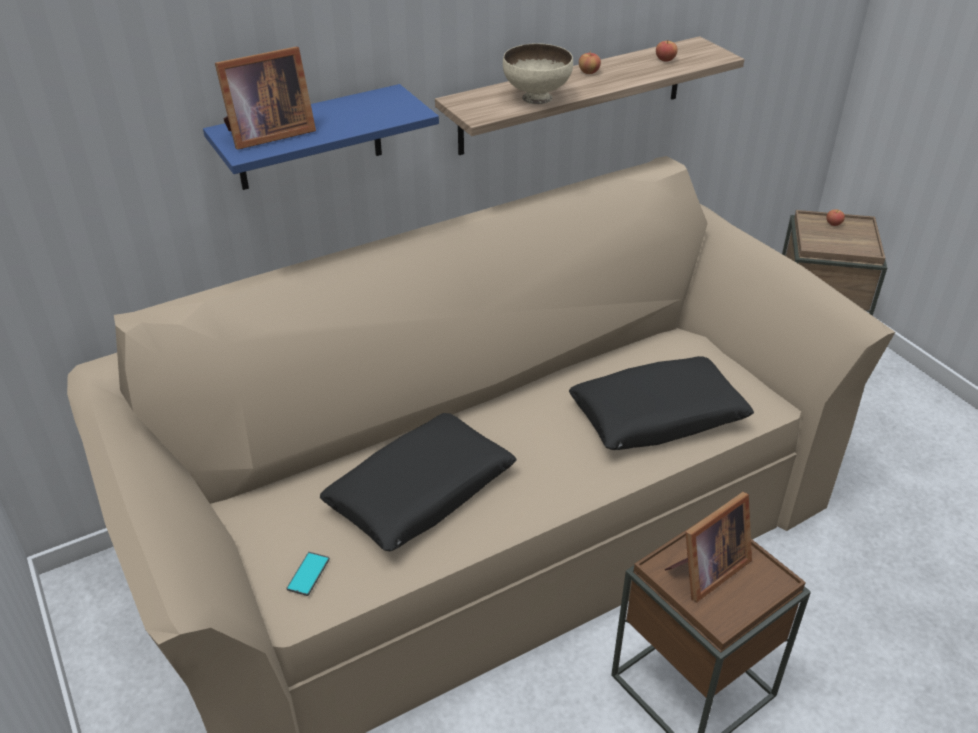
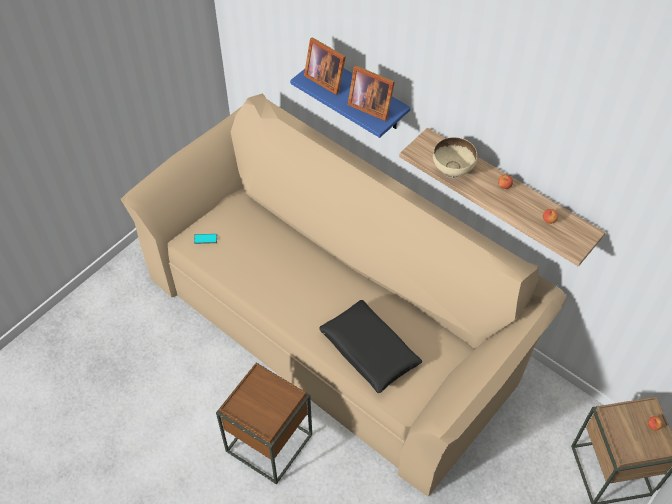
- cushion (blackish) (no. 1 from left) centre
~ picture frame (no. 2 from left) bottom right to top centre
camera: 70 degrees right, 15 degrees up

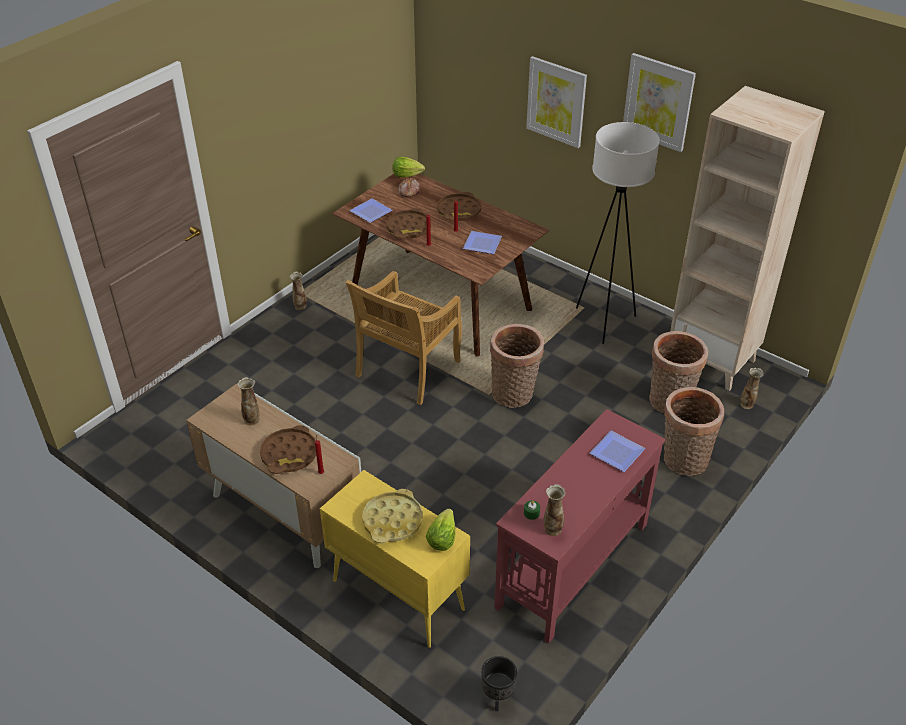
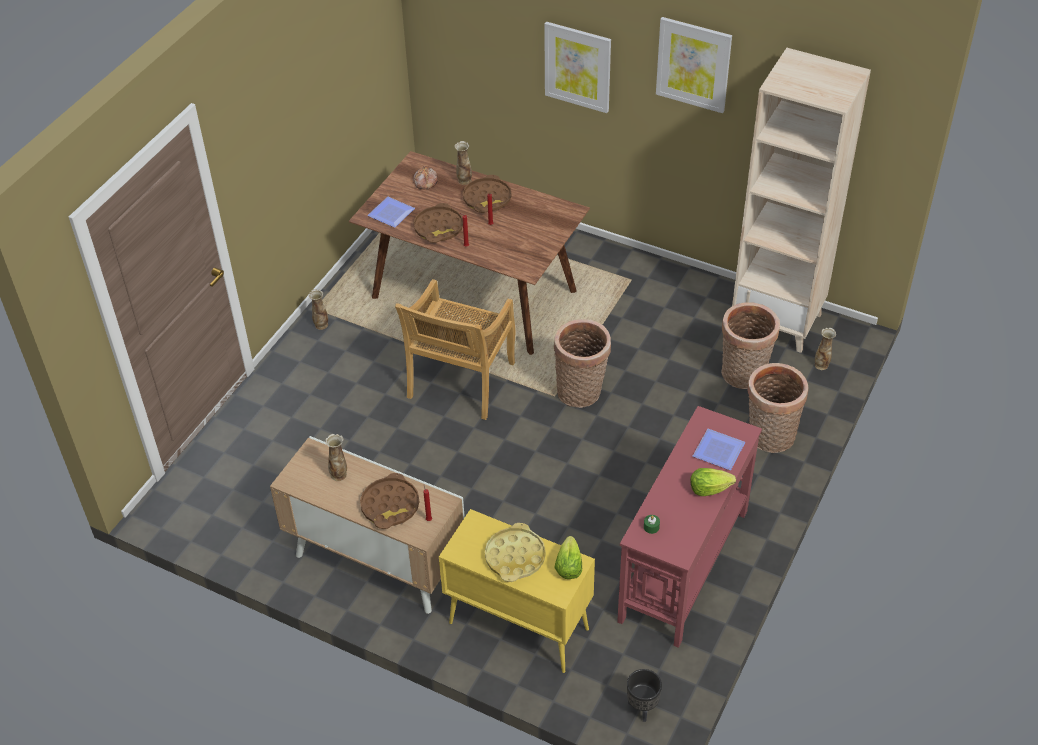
- standard lamp (white) top right
~ lettuce head (no. 1 from left in the first image) top centre to lettuce head (no. 2 from left) middle right
- dinner plate (no. 2 from left) centre
~ decorative vase (no. 3 from left) bottom centre to top centre
camera: 10 degrees left, 5 degrees up

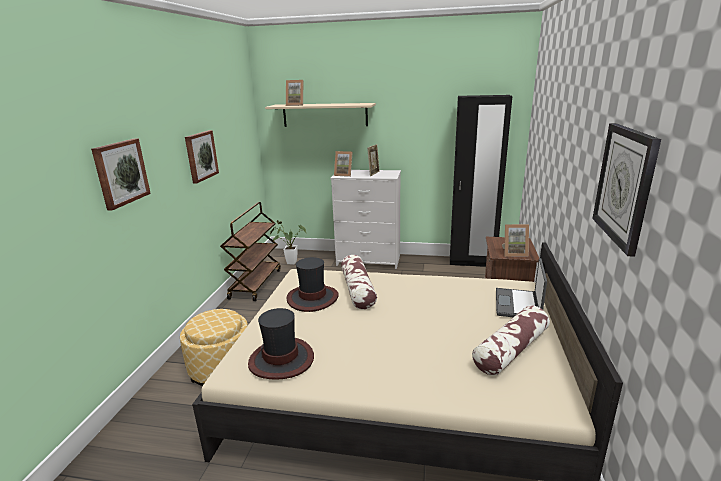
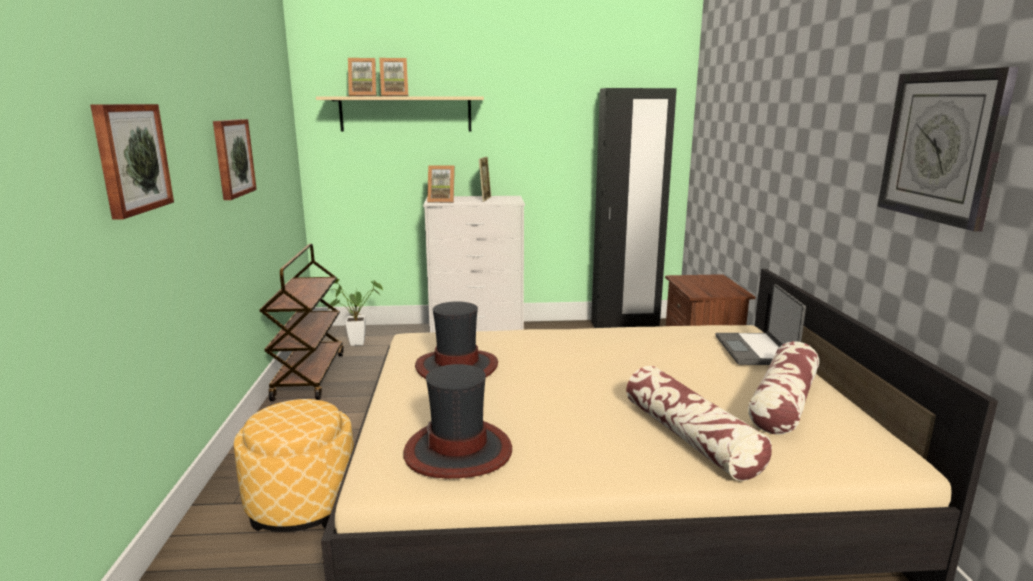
~ picture frame (no. 4 from left in the first image) middle right to picture frame (no. 2 from left) top centre
~ cushion (no. 1 from left) centre to bottom right
camera: 15 degrees left, 5 degrees down

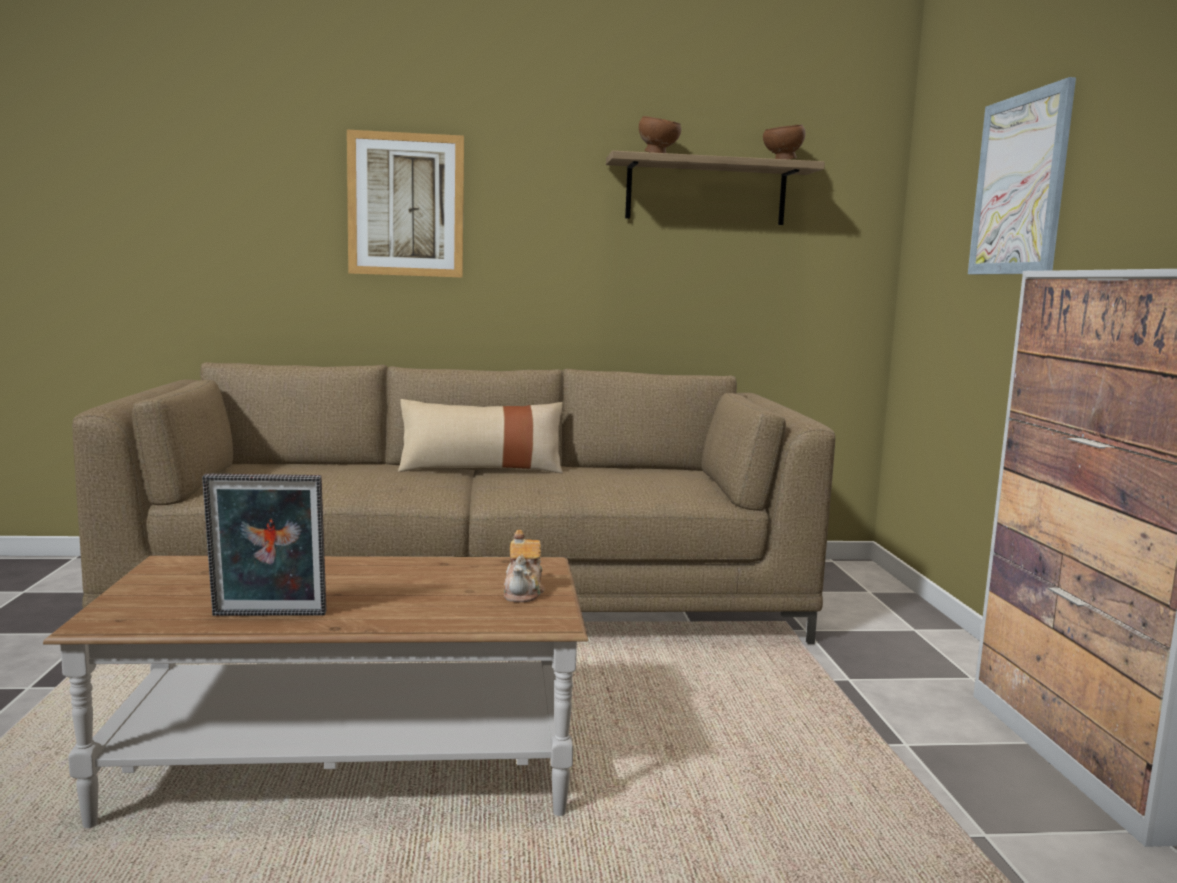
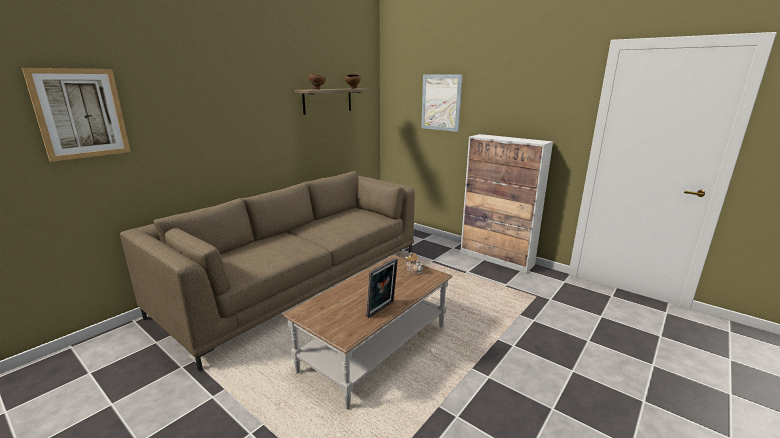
~ picture (no. 1 from left) top centre to top left
- cushion (beige) centre
camera: 45 degrees left, 10 degrees up

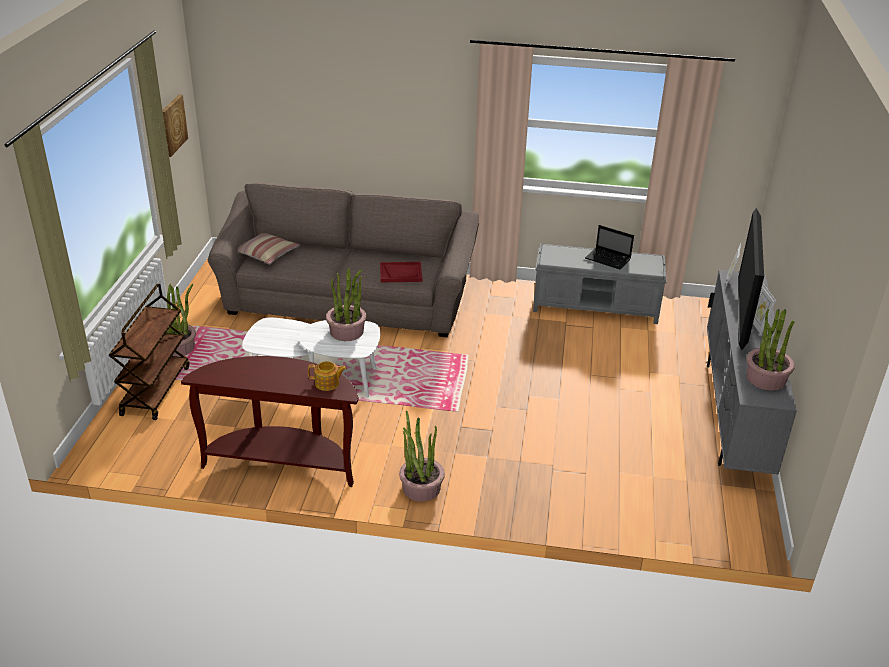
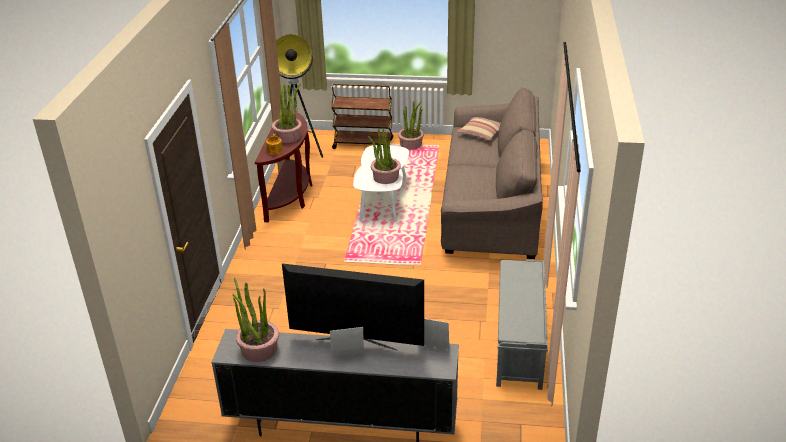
- picture top left
- portable computer middle right
- carrying tray (red) centre
~ potted plant (no. 3 from left in the first image) bottom centre to potted plant (no. 2 from left) top centre
+ standard lamp top centre
camera: 90 degrees right, 0 degrees up

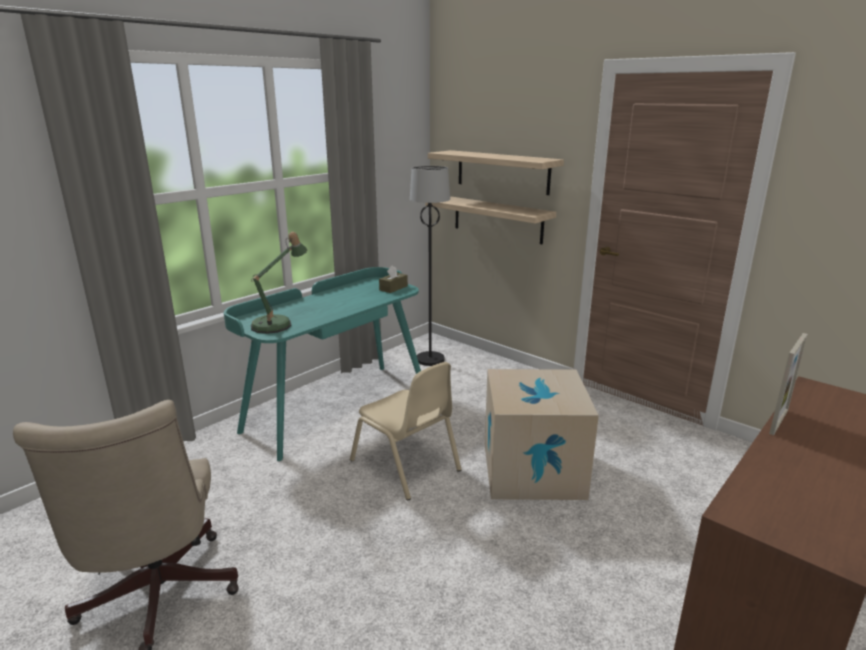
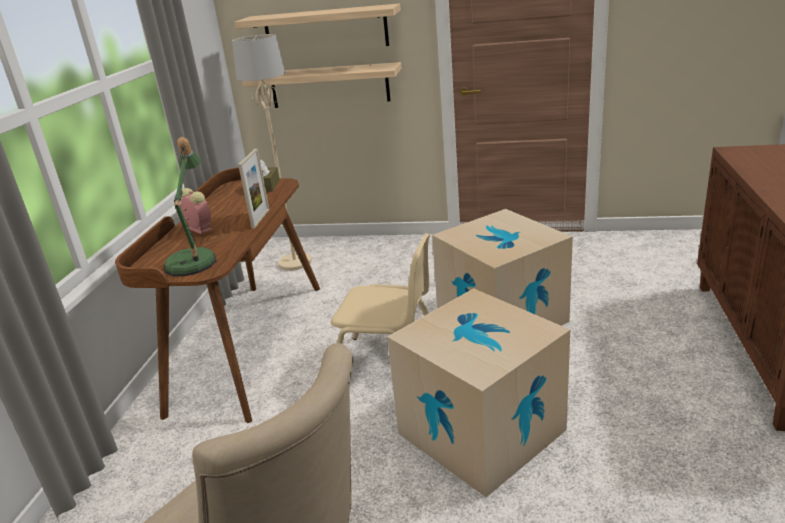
~ standard lamp (blackish) centre to standard lamp (beige) top centre
~ desk (turquoise-coloured) centre to desk (brown) middle left
~ picture frame middle right to middle left
+ table clock middle left
+ carton (no. 1 from left) bottom centre
camera: 30 degrees left, 5 degrees up

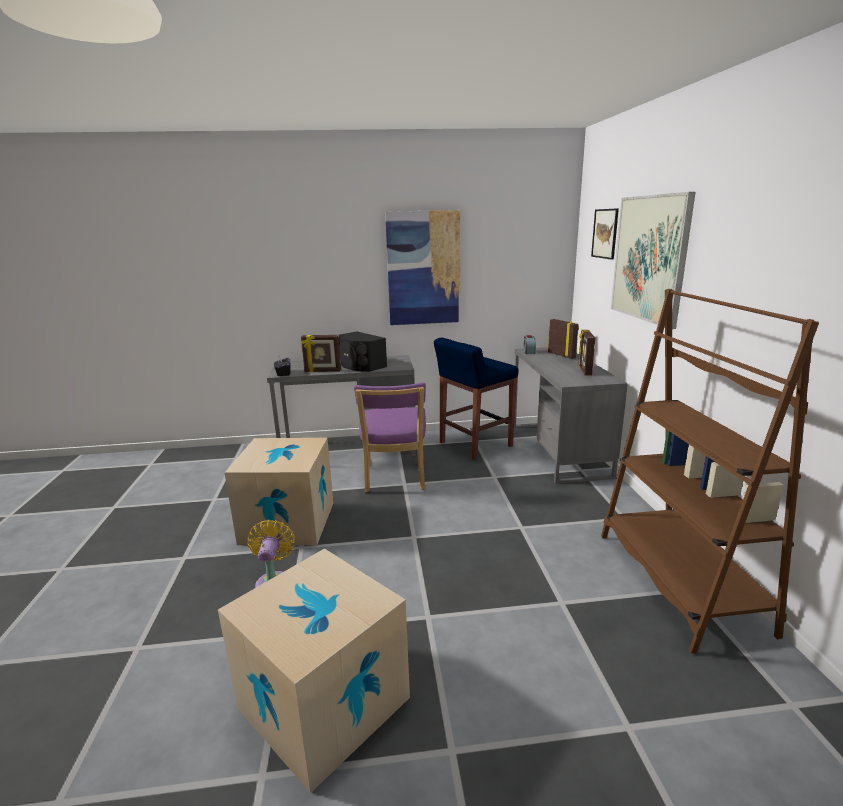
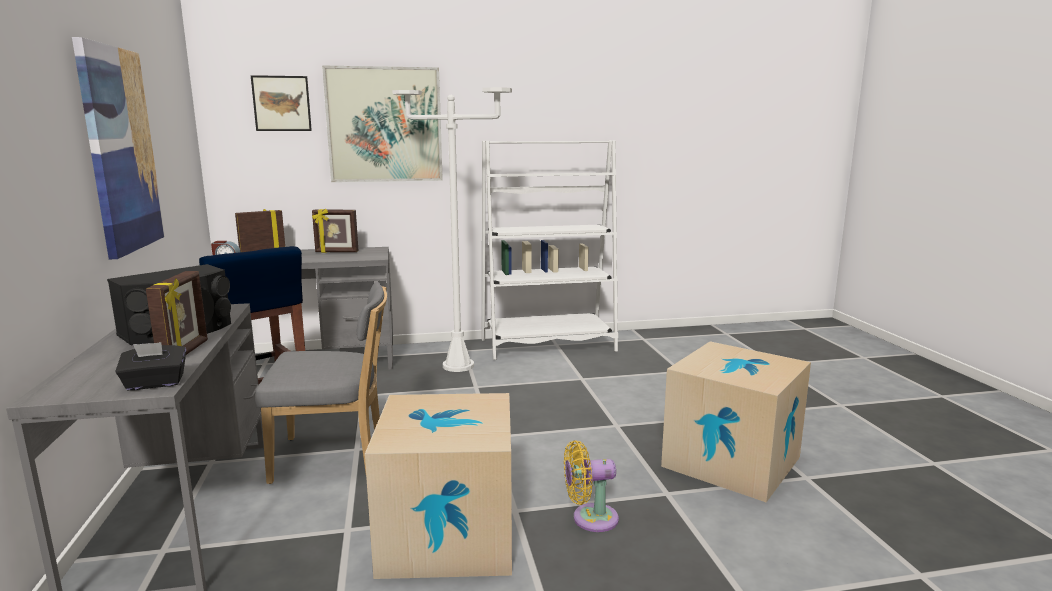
~ bookshelf (brown) middle right to bookshelf (white) centre
~ upright chair (purple-coloured) centre to upright chair (grey) middle left
+ standard lamp (white) centre
camera: 95 degrees left, 5 degrees down

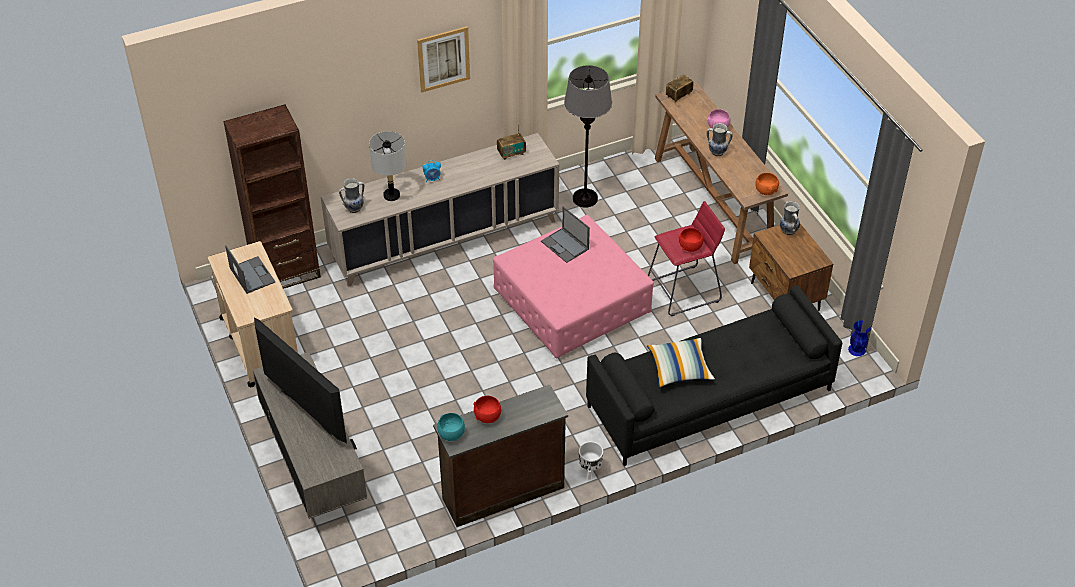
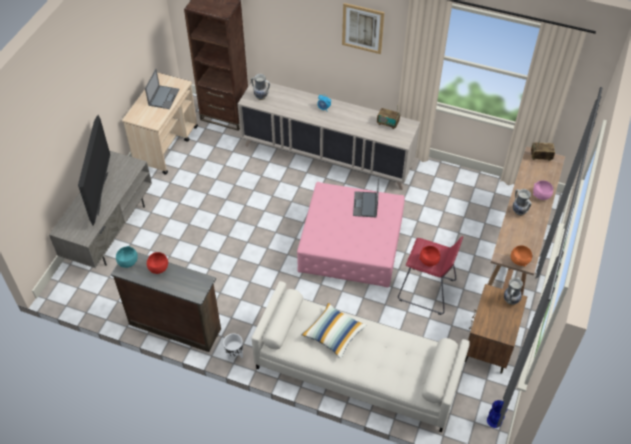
- standard lamp (grey) top centre
- tabletop lamp (grey) top centre
~ sofa (blackish) centre to sofa (beige) bottom centre
camera: 45 degrees right, 5 degrees up

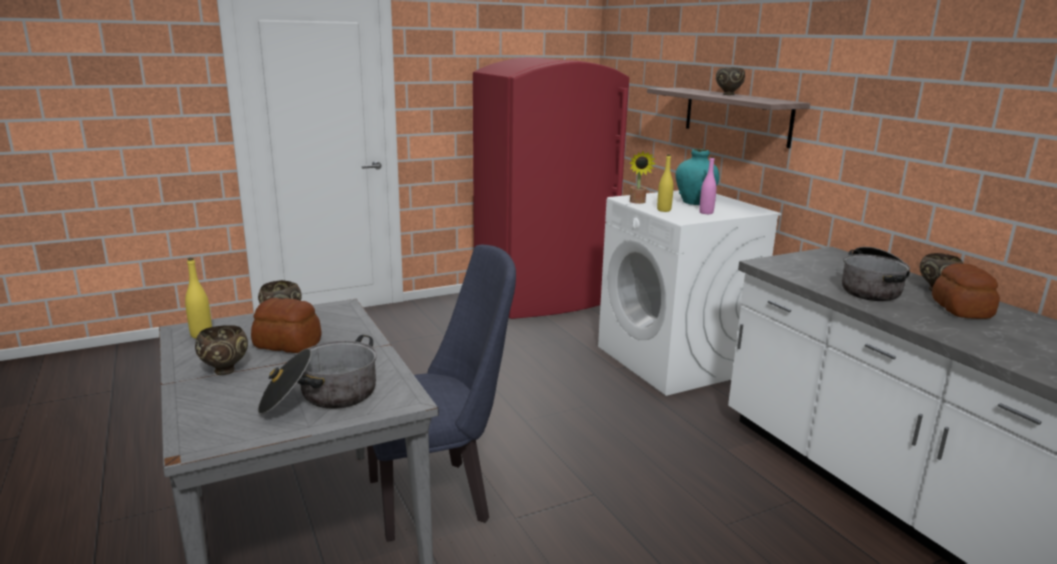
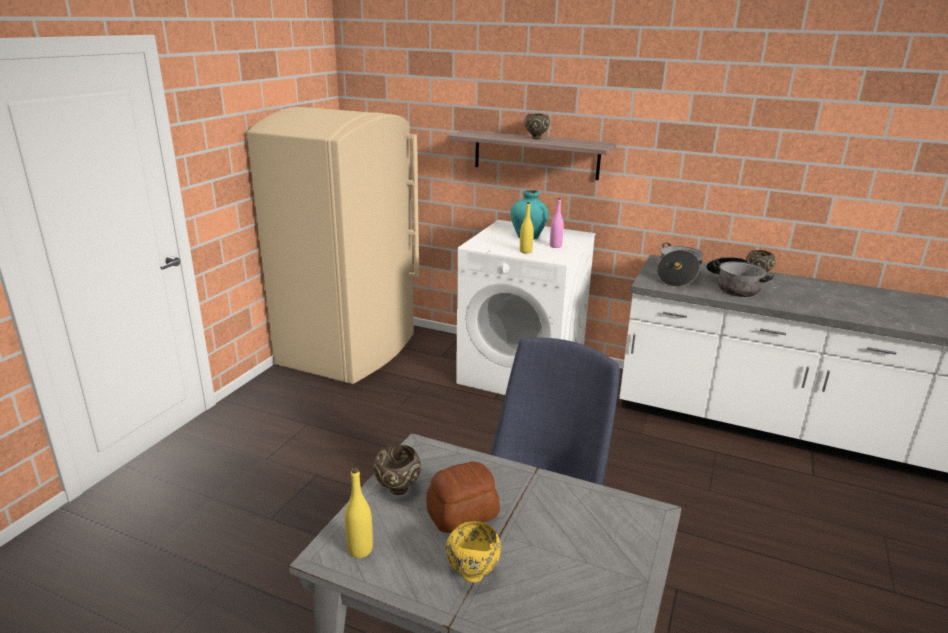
~ fridge (red) centre to fridge (beige) centre
- potted plant top centre
- bakery bread (no. 2 from left) middle right
~ deep dish (brown) (no. 1 from left) middle left to deep dish (yellowish) bottom centre
~ stockpot (no. 1 from left) middle left to middle right
camera: 40 degrees left, 5 degrees up

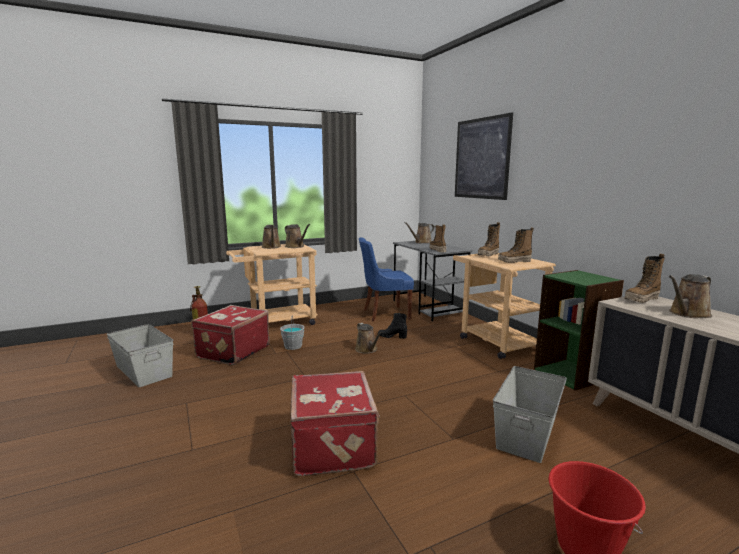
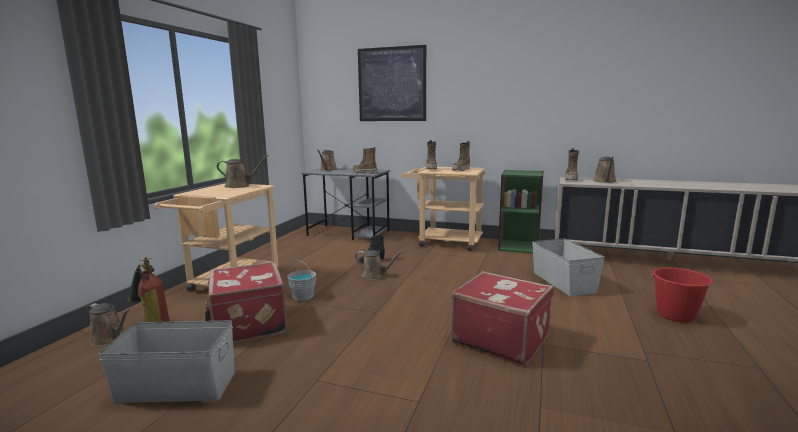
~ watering can (brown) (no. 1 from left) centre to bottom left
- upright chair (blue-coloured) centre
camera: 45 degrees left, 0 degrees up

